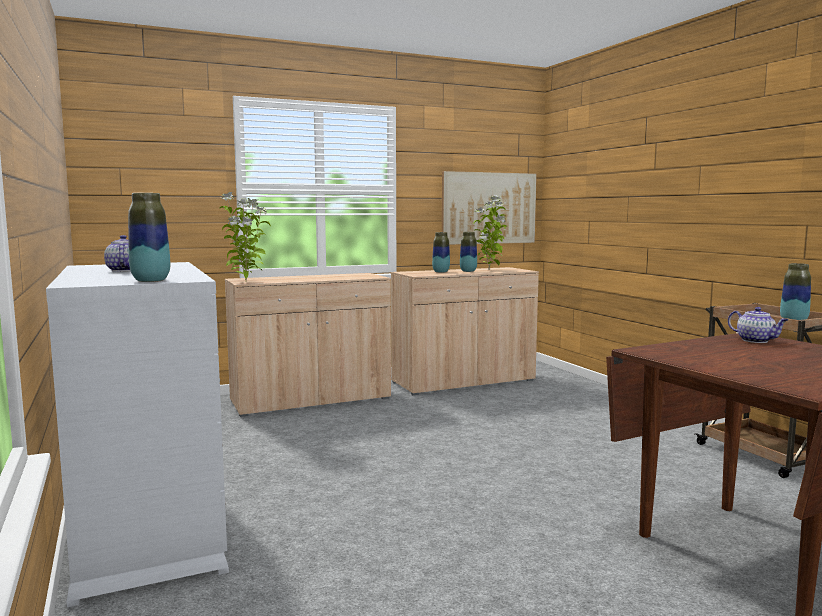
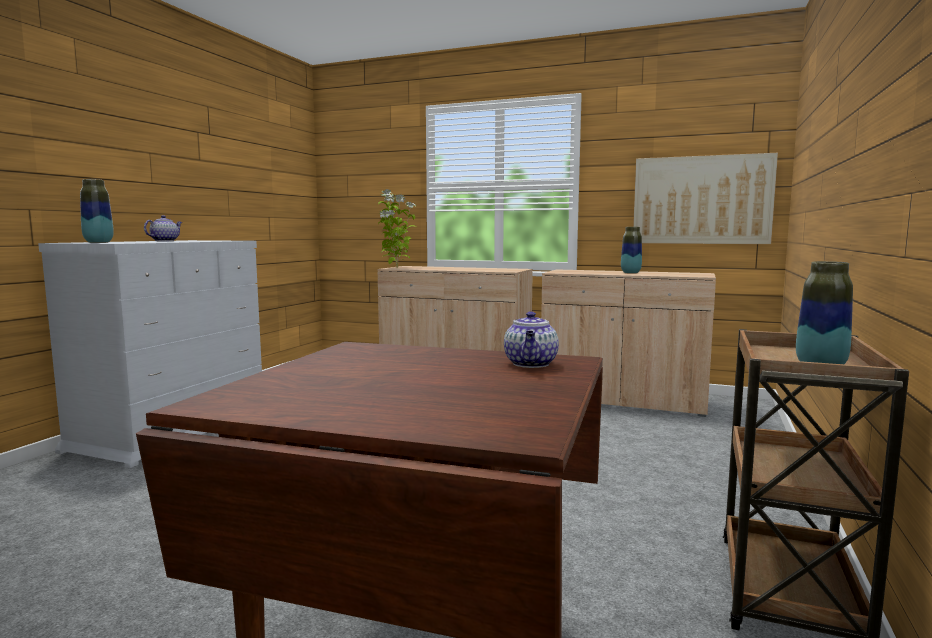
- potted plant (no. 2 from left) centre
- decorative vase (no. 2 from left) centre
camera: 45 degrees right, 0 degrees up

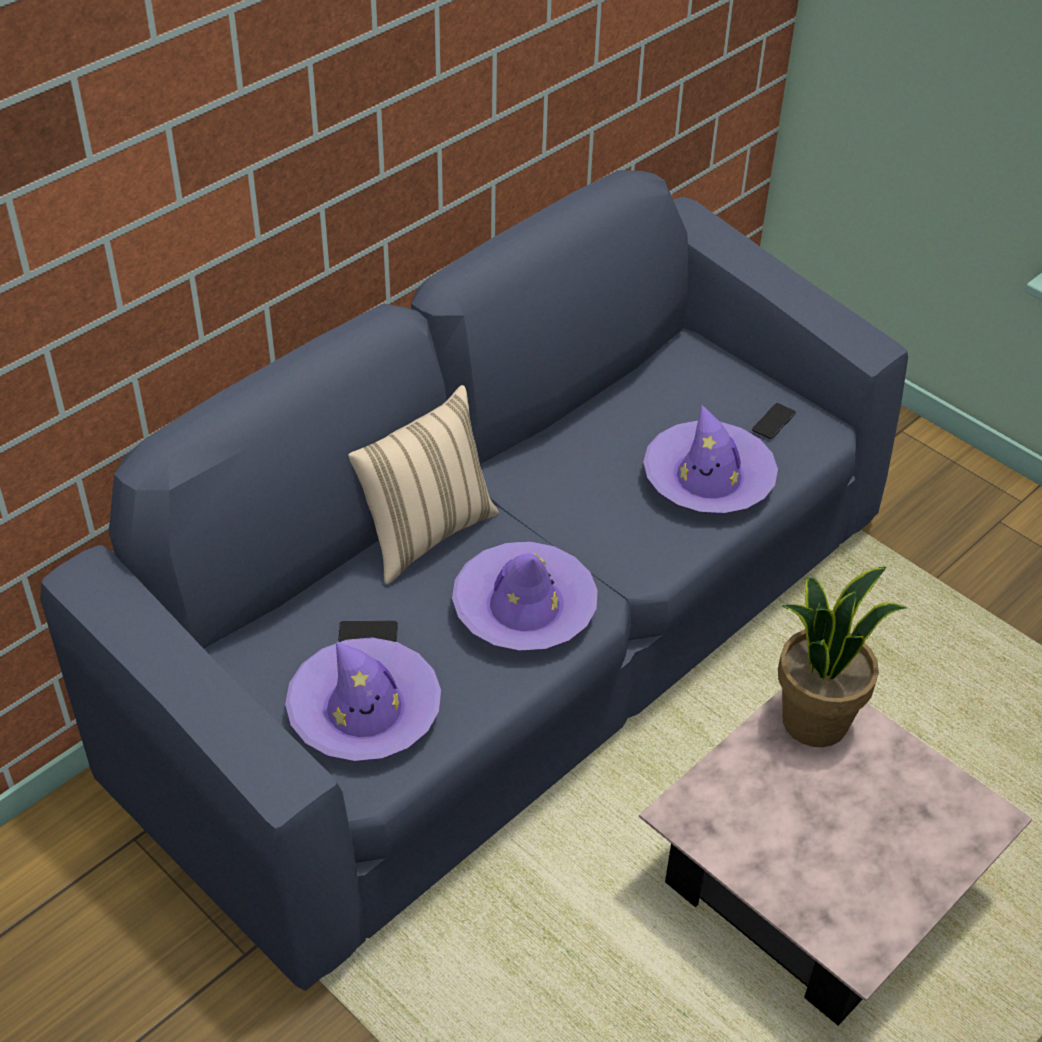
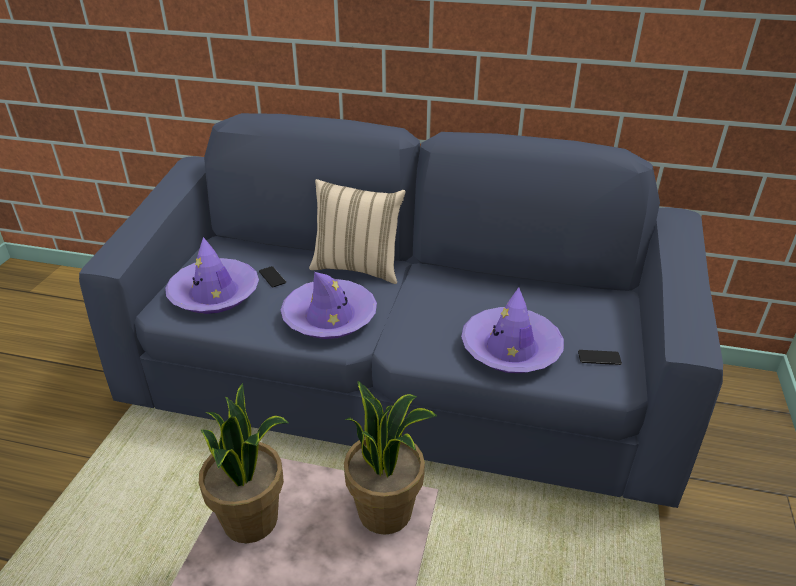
+ potted plant (no. 1 from left) bottom left
camera: 60 degrees right, 10 degrees down

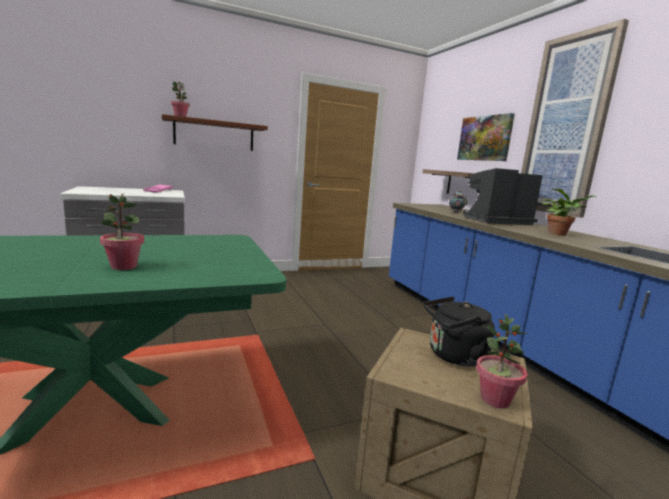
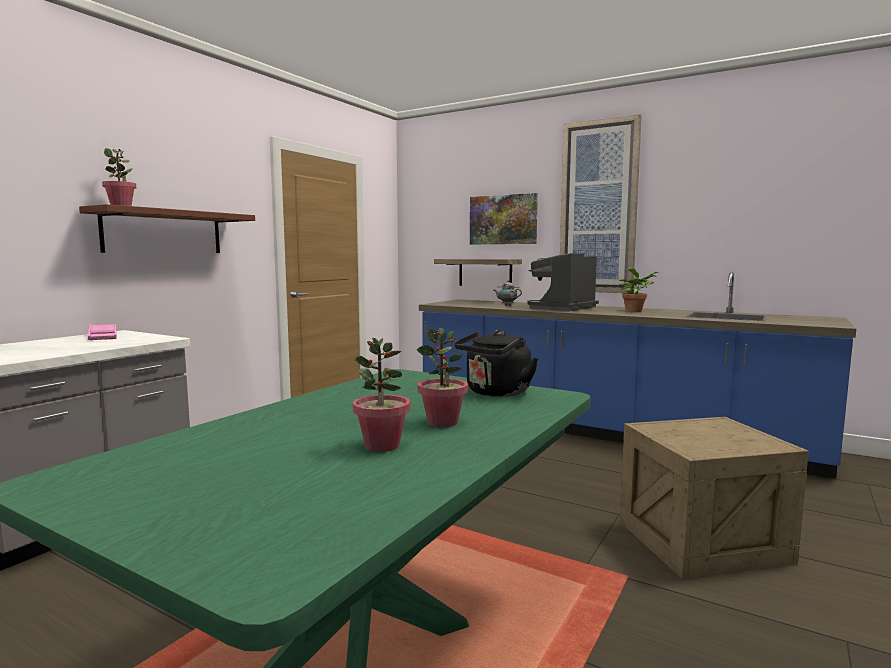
~ tea kettle (blackish) middle right to centre
~ potted plant (no. 3 from left in the first image) bottom right to potted plant (no. 2 from left) centre
camera: 35 degrees left, 5 degrees down

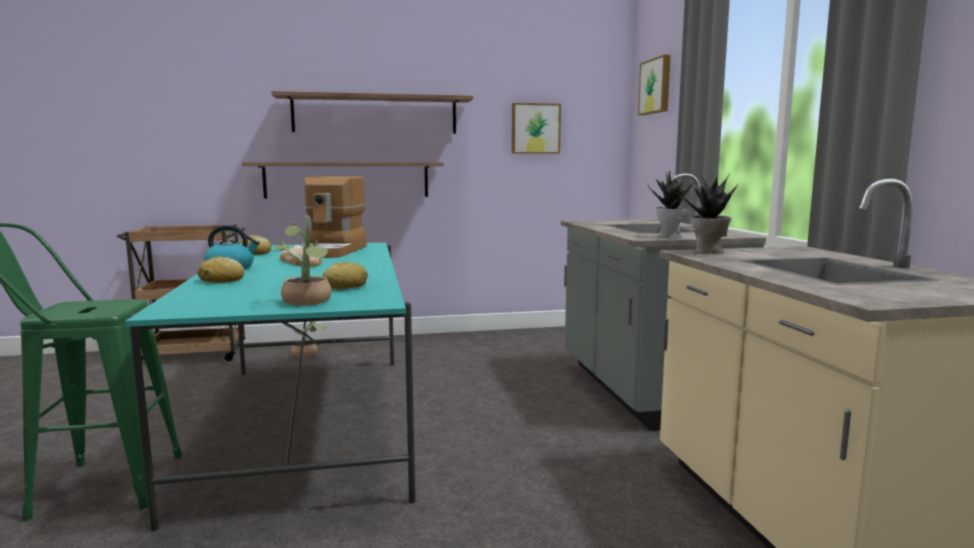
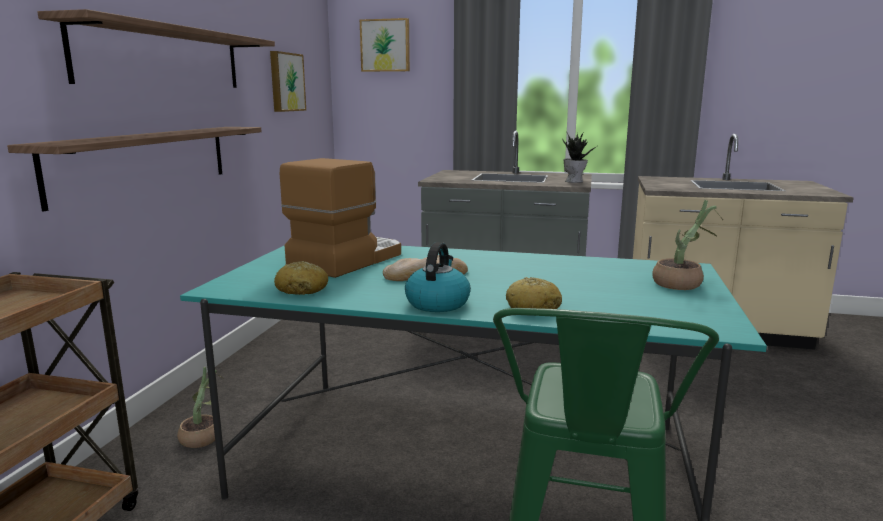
- potted plant (no. 4 from left) middle right
~ coffee brewer centre = centre 90 degrees counterclockwise
- bakery bread (no. 4 from left) centre
camera: 65 degrees left, 5 degrees up

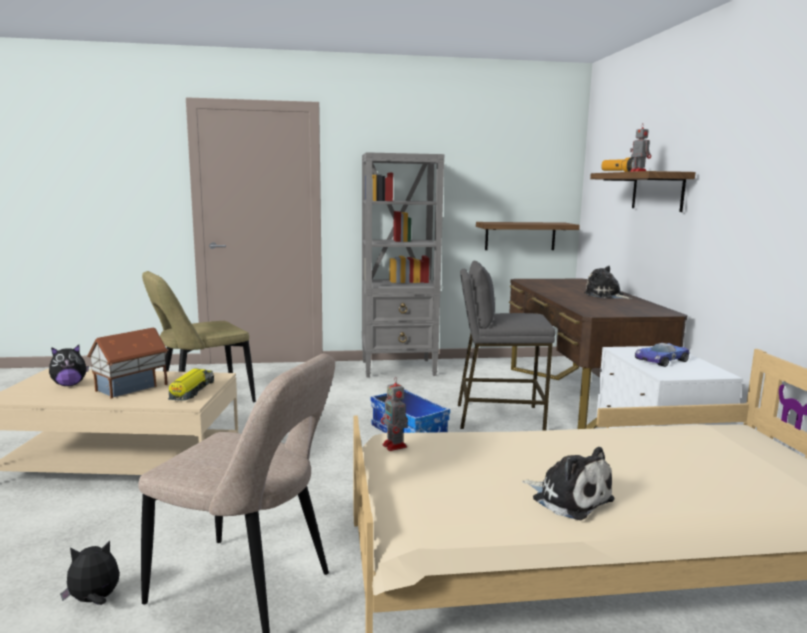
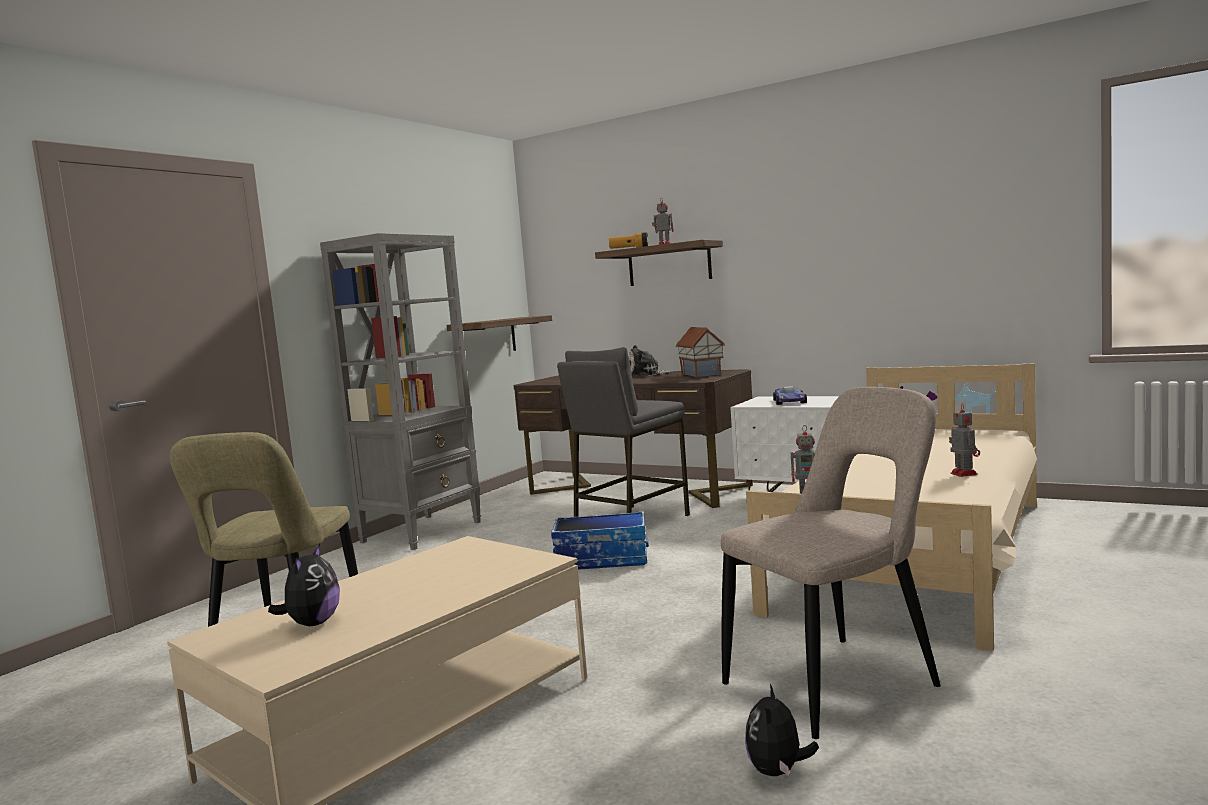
~ toy house middle left to centre
- model truck middle left
~ soft toy (no. 3 from left) bottom right to toy robot (no. 3 from left) middle right
camera: 50 degrees left, 5 degrees down

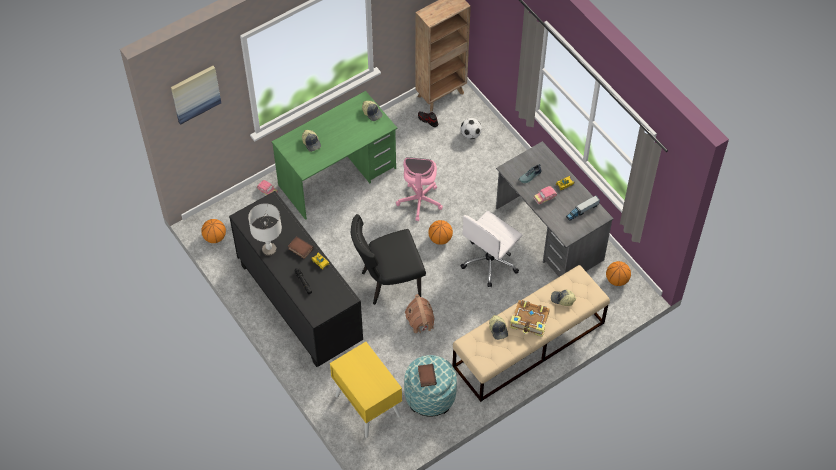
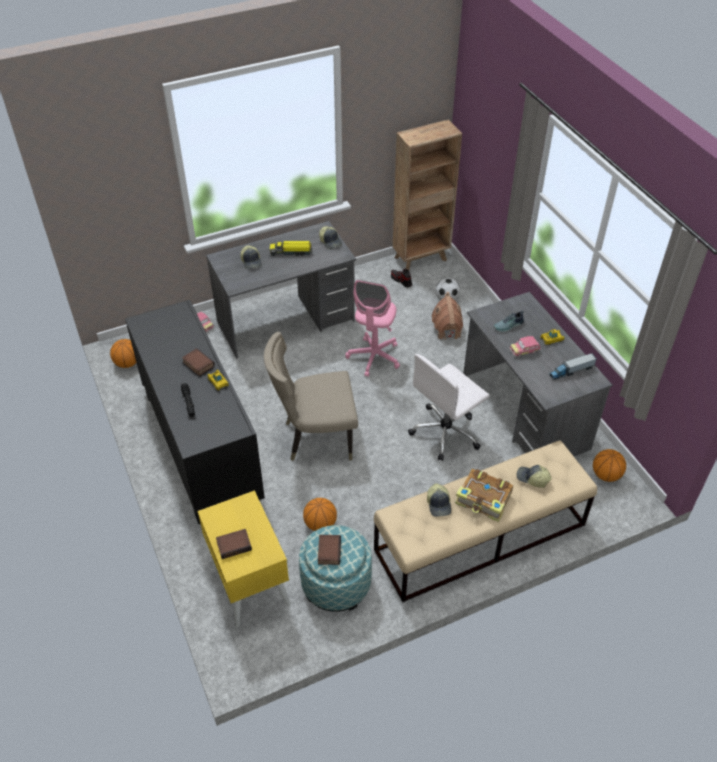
- picture top left
~ desk (green) top centre to desk (grey) (no. 1 from left) centre
- tabletop lamp (grey) middle left
~ upright chair (blackish) centre to upright chair (beige) centre
~ basketball (no. 2 from left) centre to bottom centre
~ toy house bottom centre to centre
+ model truck (no. 1 from left) top centre
+ volume (no. 2 from left) bottom left
camera: 10 degrees right, 10 degrees down

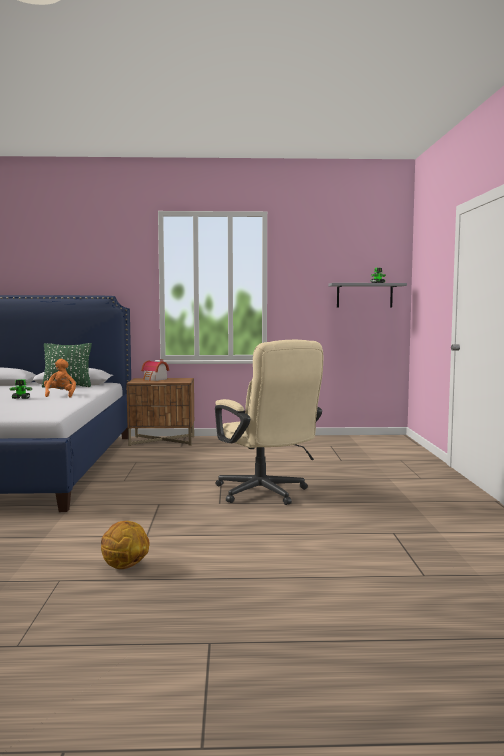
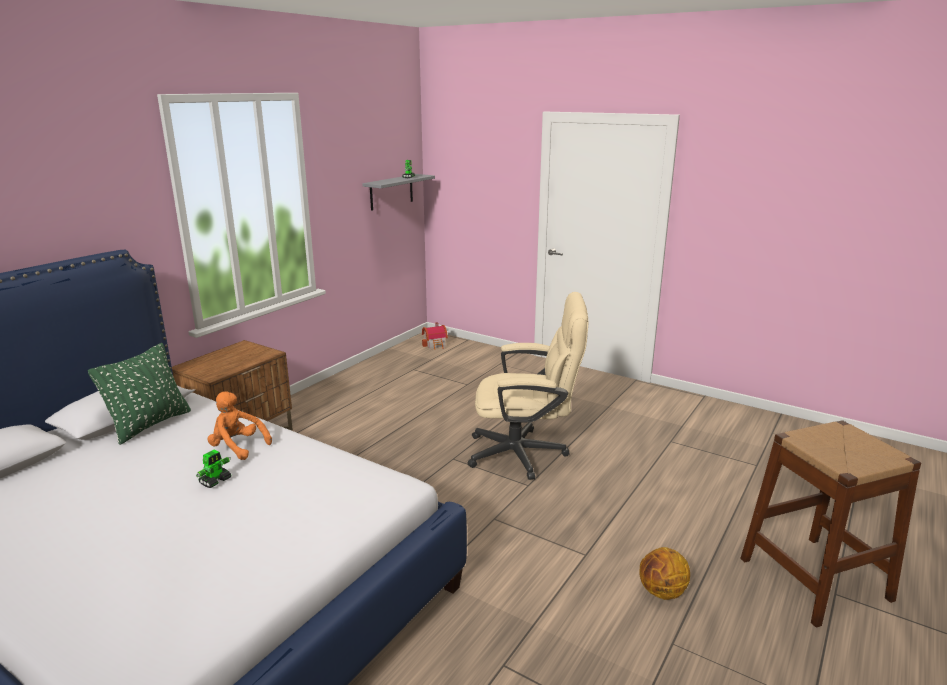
~ toy house middle left to centre
+ stool seat (brown) bottom right
camera: 55 degrees left, 15 degrees up

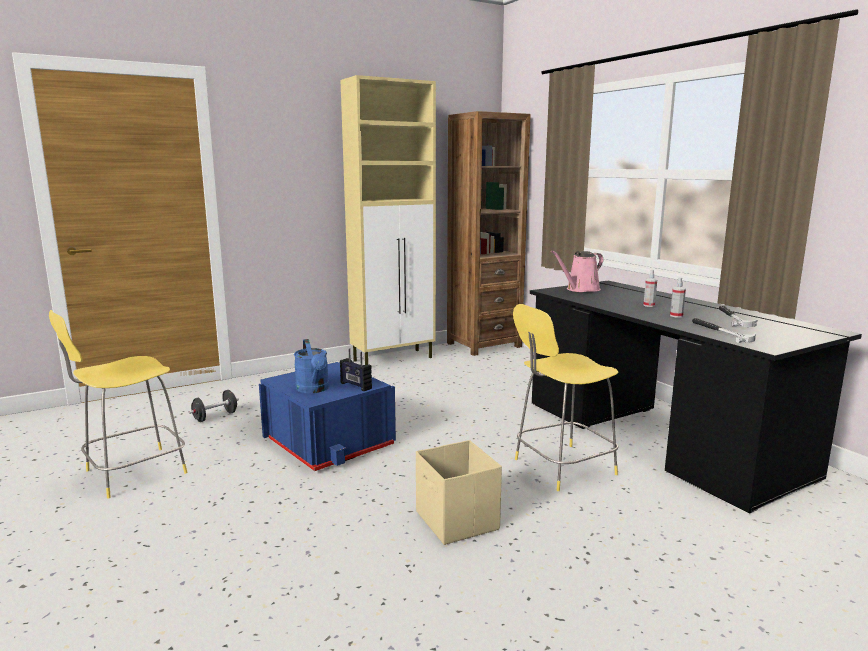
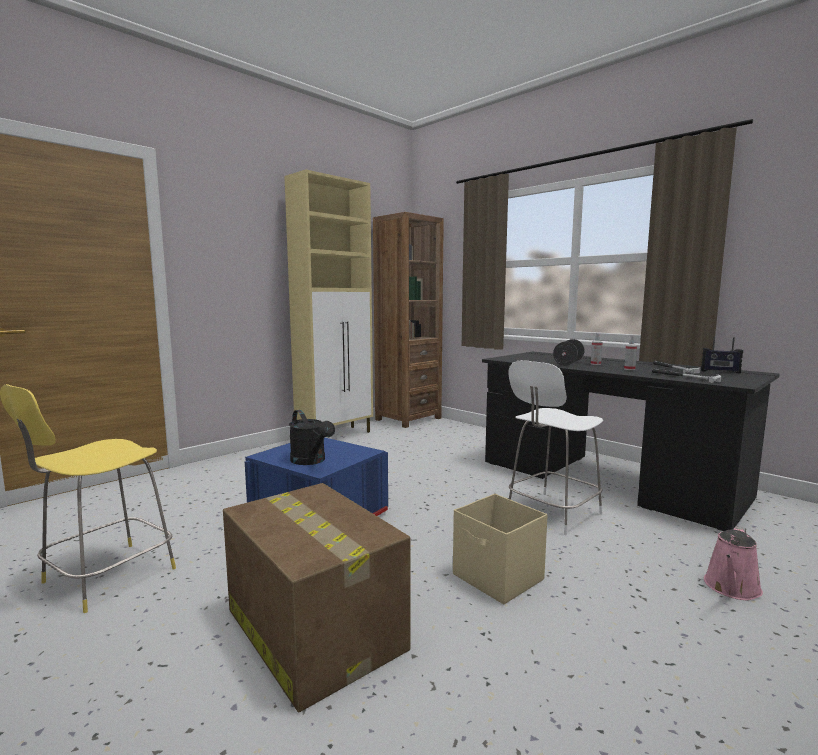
~ watering can (pink-coloured) centre to bottom right
~ stool seat (yellowish) (no. 2 from left) centre to stool seat (white) middle right
~ watering can (blue-coloured) centre to watering can (blackish) centre
~ radio centre to middle right
~ dumbbell (blackish) middle left to middle right
+ carton bottom centre
camera: 15 degrees left, 5 degrees down

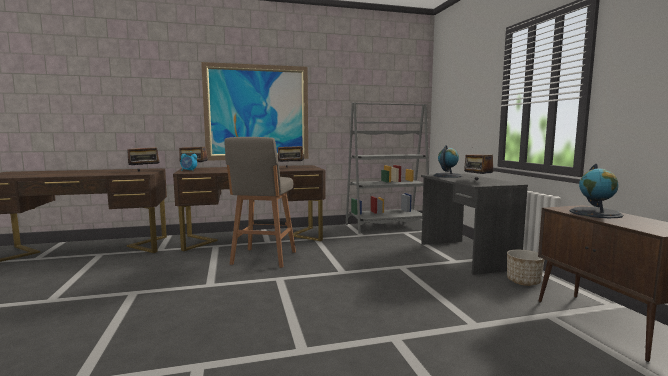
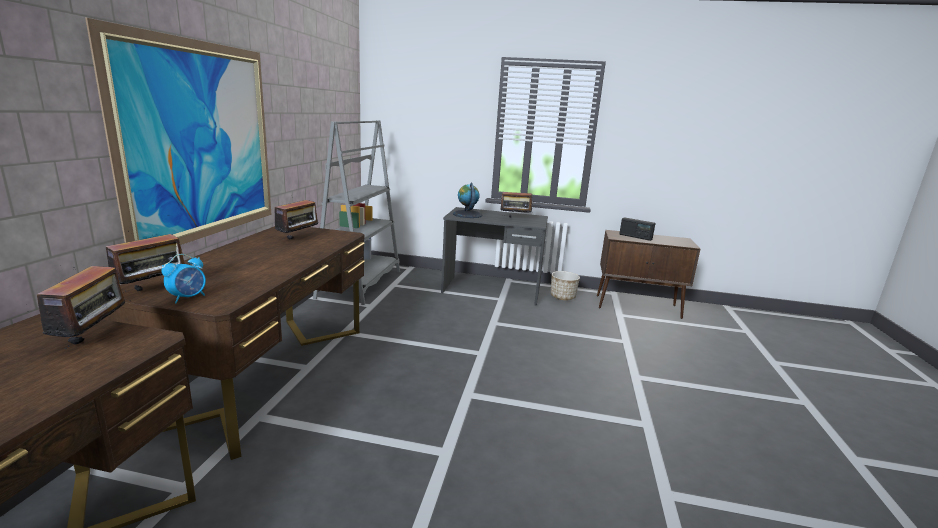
- stool seat (grey) centre
~ globe (no. 2 from left) middle right to radio (no. 5 from left) middle right
camera: 65 degrees left, 10 degrees up

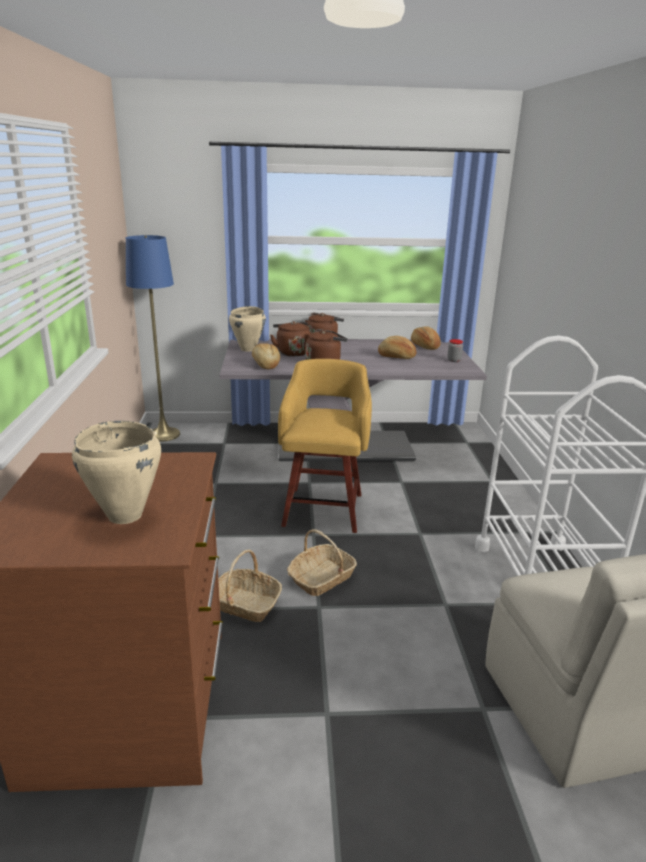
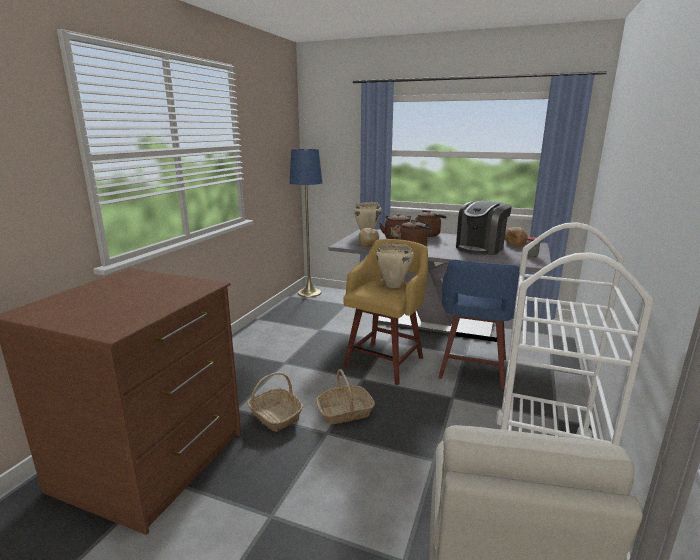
~ bakery bread (no. 2 from left) centre to coffee brewer middle right
~ stockpot (beige) (no. 1 from left in the first image) middle left to stockpot (beige) (no. 2 from left) centre
+ stool seat (blue-coloured) middle right
camera: 25 degrees right, 5 degrees down

